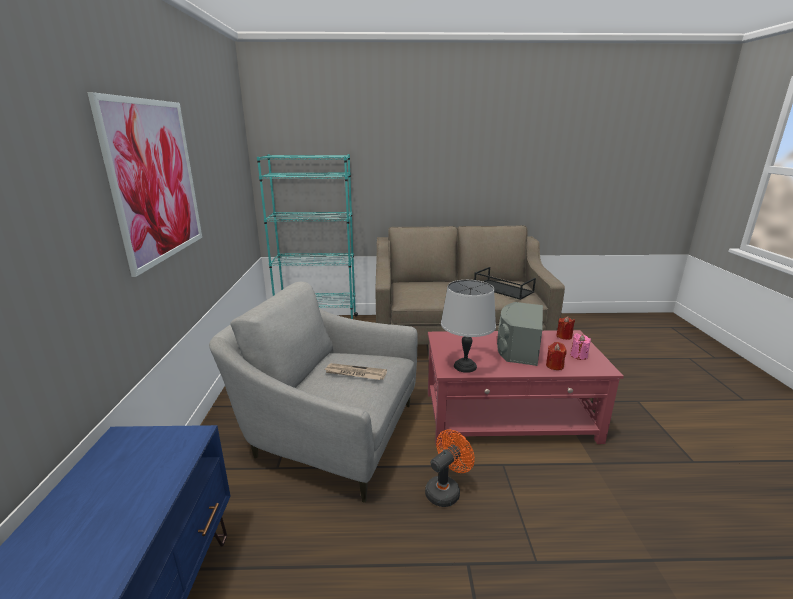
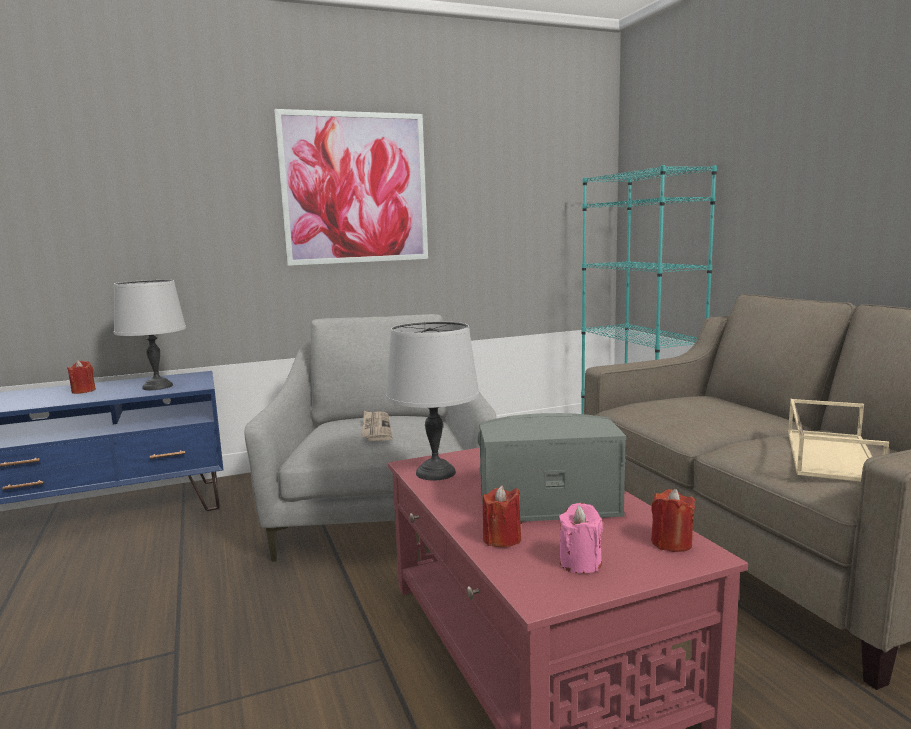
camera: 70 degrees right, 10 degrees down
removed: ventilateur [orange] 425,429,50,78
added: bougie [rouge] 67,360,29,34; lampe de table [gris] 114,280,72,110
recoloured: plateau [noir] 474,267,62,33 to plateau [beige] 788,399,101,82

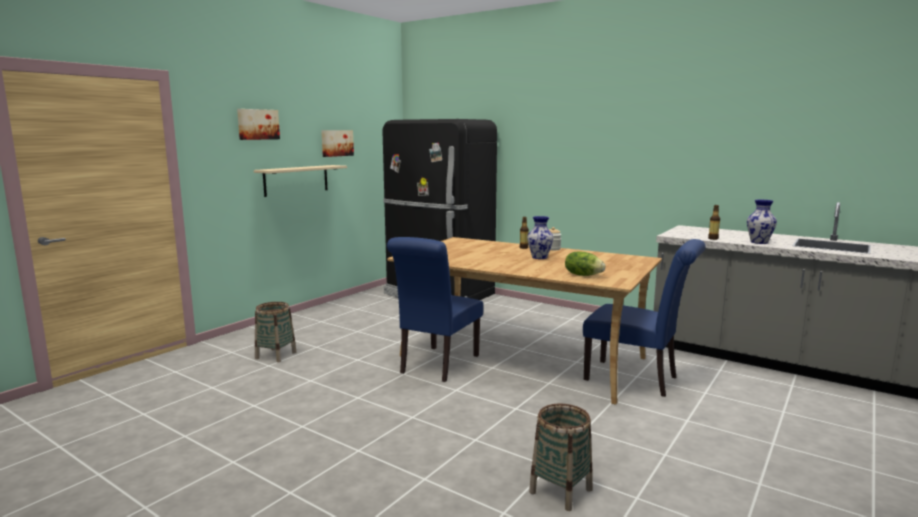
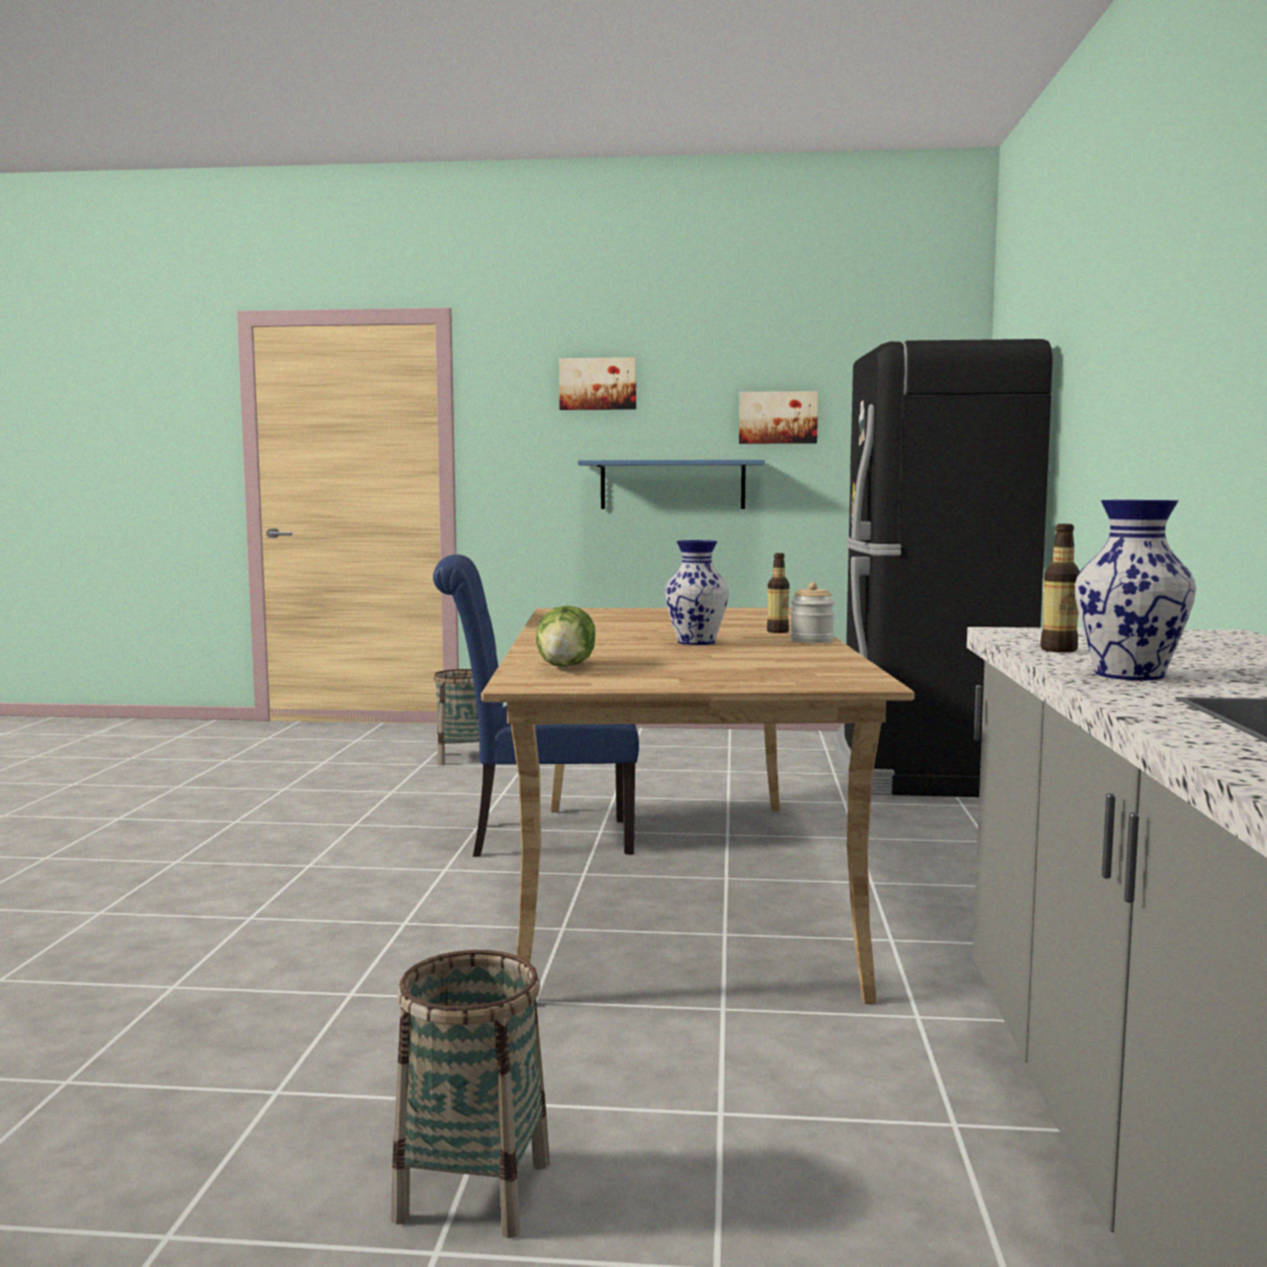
camera: 60 degrees right, 5 degrees down
removed: chaise [bleu] 583,239,123,158
moved: panier 529,404,63,107 to 391,950,159,288
recoloured: étagère [beige] 254,165,93,32 to étagère [bleu] 578,460,187,49

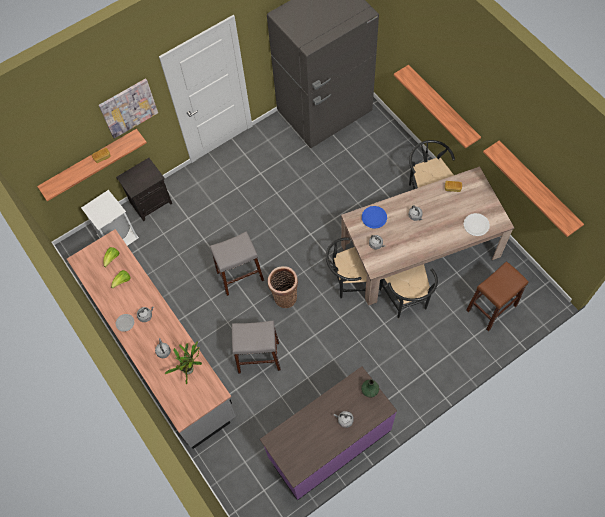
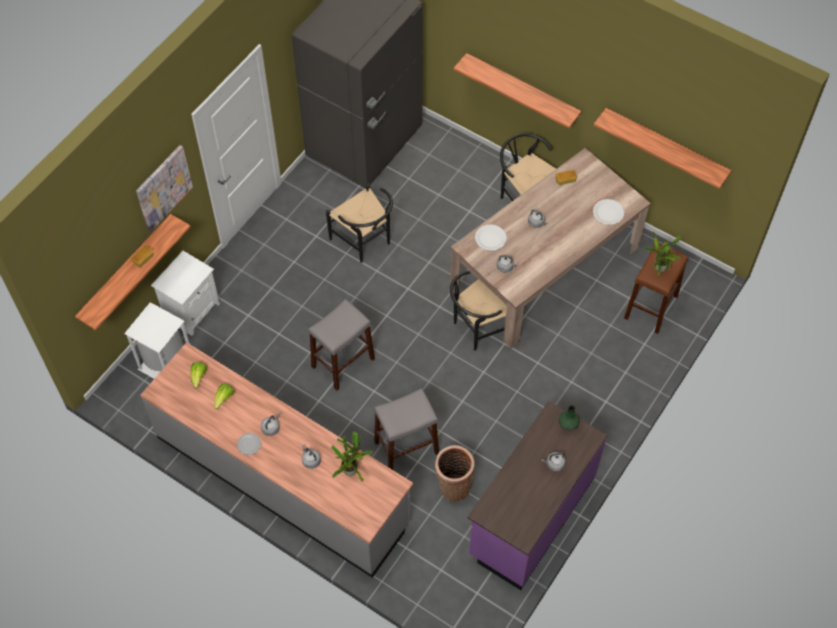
camera: 25 degrees left, 5 degrees down
added: plante en pot 644,232,37,45
moved: panier 268,266,30,42 to 435,445,40,57; chaise [noir] 379,264,59,54 to 326,184,67,79
recoloured: table de chevet [noir] 116,158,56,63 to table de chevet [blanc] 151,251,69,85; assiette [bleu] 362,206,25,23 to assiette [blanc] 475,224,32,27

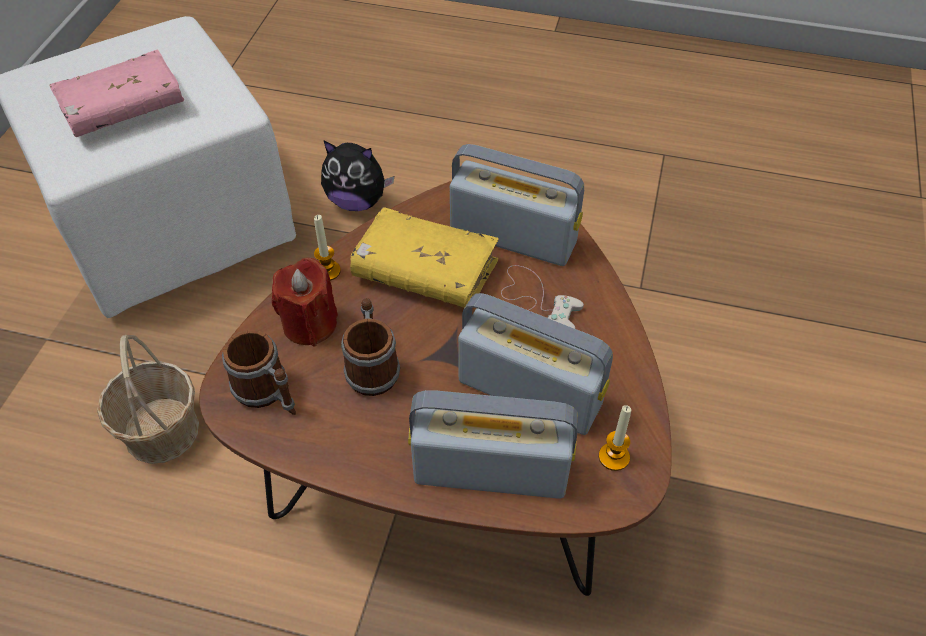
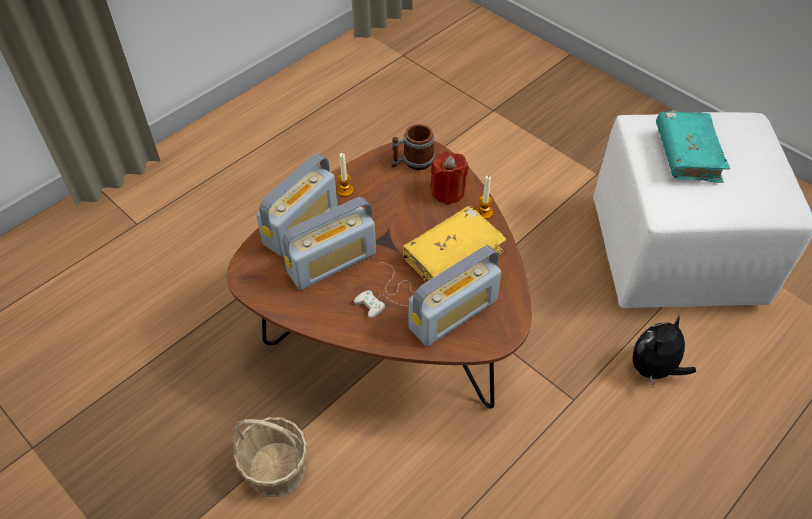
camera: 120 degrees right, 0 degrees up
removed: mug 341,298,59,98
moved: panier 97,335,102,129 to 233,417,75,80; bougie 599,405,32,66 to 337,153,17,44
recoloured: livre [rose] 49,50,135,87 to livre [turquoise] 656,111,74,72

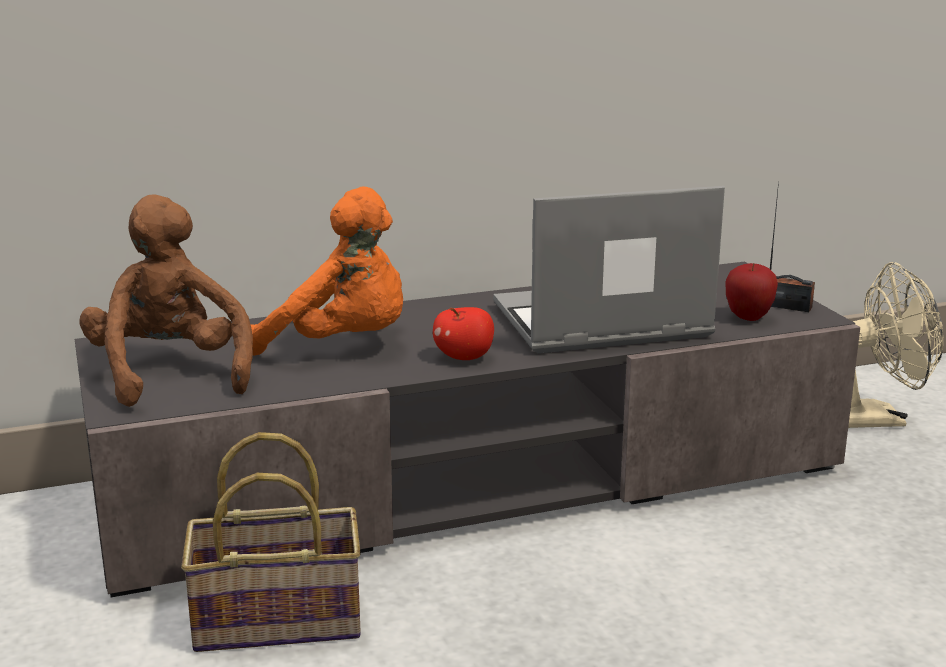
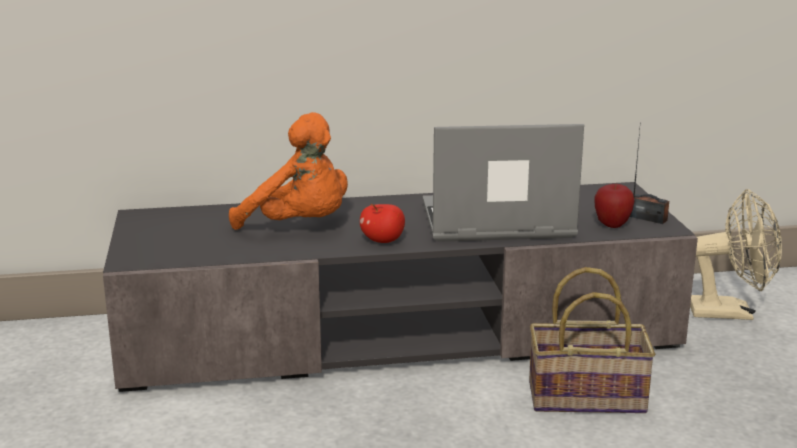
camera: 10 degrees right, 0 degrees up
removed: peluche [marron] 79,194,174,213
moved: panier 181,432,180,220 to 529,267,126,146

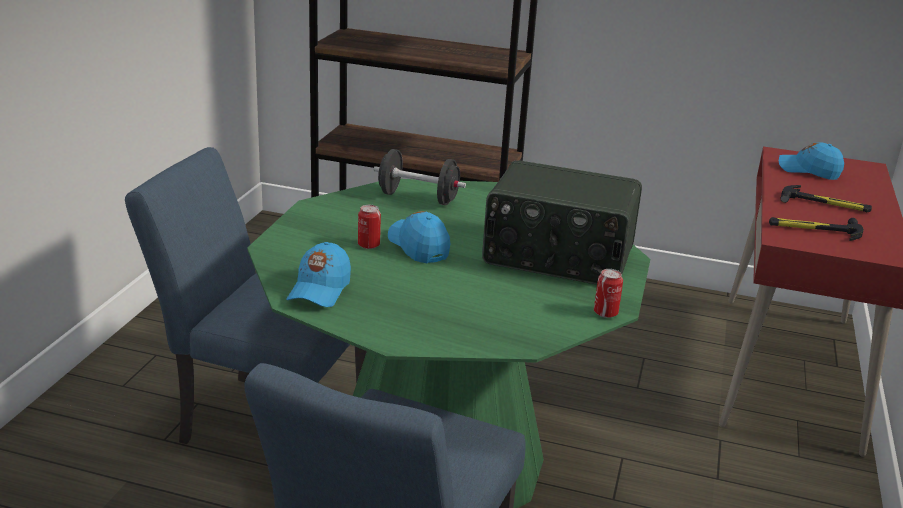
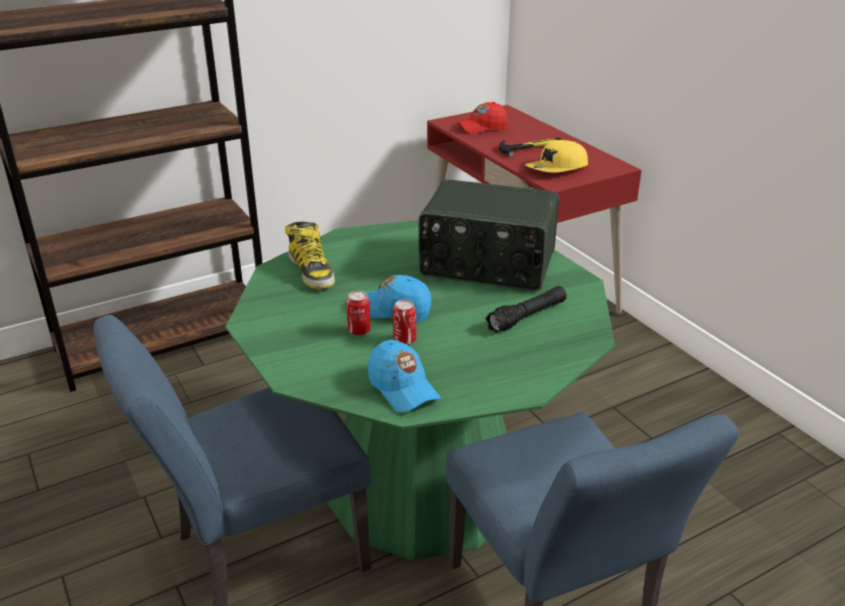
camera: 45 degrees left, 5 degrees up
added: lampe de poche [noir] 485,286,82,47
moved: boîte métallique 594,269,29,49 to 393,300,23,45
replaced: haltère [noir] 374,149,92,56 to botte 285,222,50,67; marteau 769,217,95,24 to casquette [jaune] 525,140,63,32
recoloured: casquette [bleu] 779,142,65,38 to casquette [rouge] 458,102,49,32
turned: radio 482,160,160,125 = 418,179,141,112 45 degrees clockwise

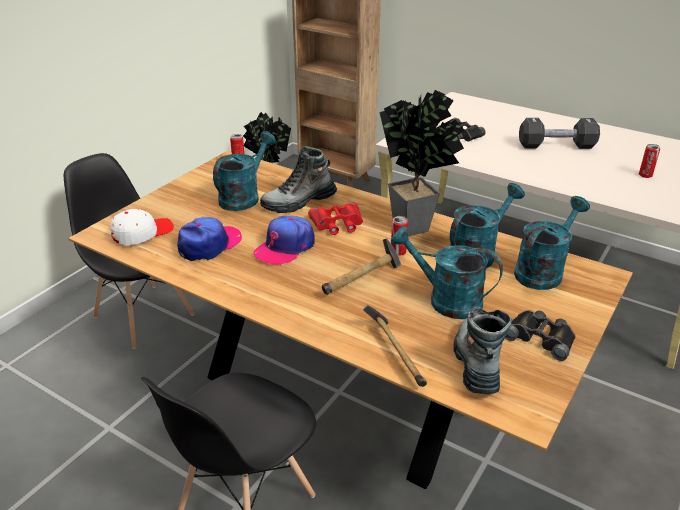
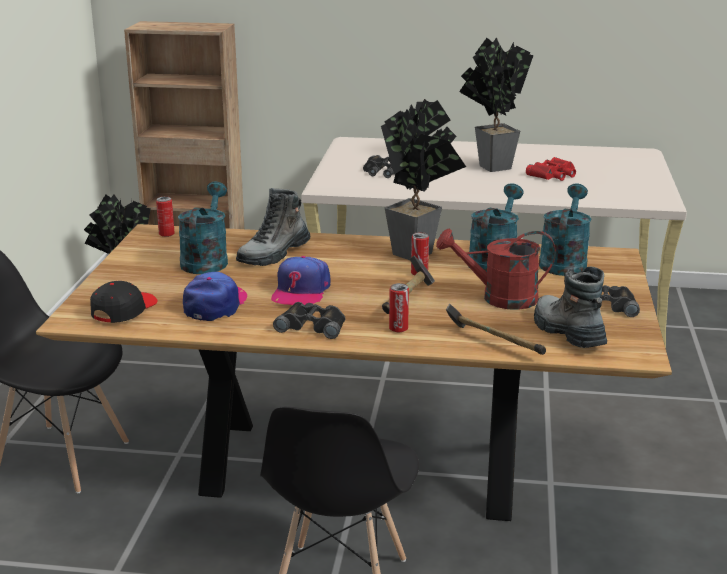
camera: 25 degrees left, 10 degrees down
added: jumelles [noir] 273,302,73,37
moved: jumelles [rouge] 308,202,55,33 to 526,157,50,24; boîte métallique 639,144,21,34 to 389,283,20,49
replaced: haltère [noir] 519,118,81,31 to plante en pot 459,38,75,134
recoloured: casquette [blanc] 110,209,64,36 to casquette [noir] 90,281,68,42; arrosoir [turquoise] 391,226,112,93 to arrosoir [rouge] 436,228,120,82

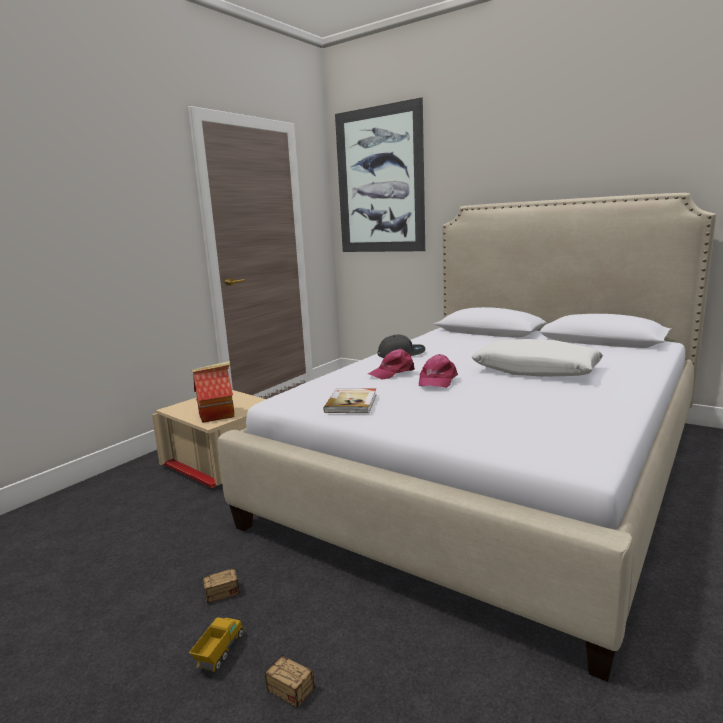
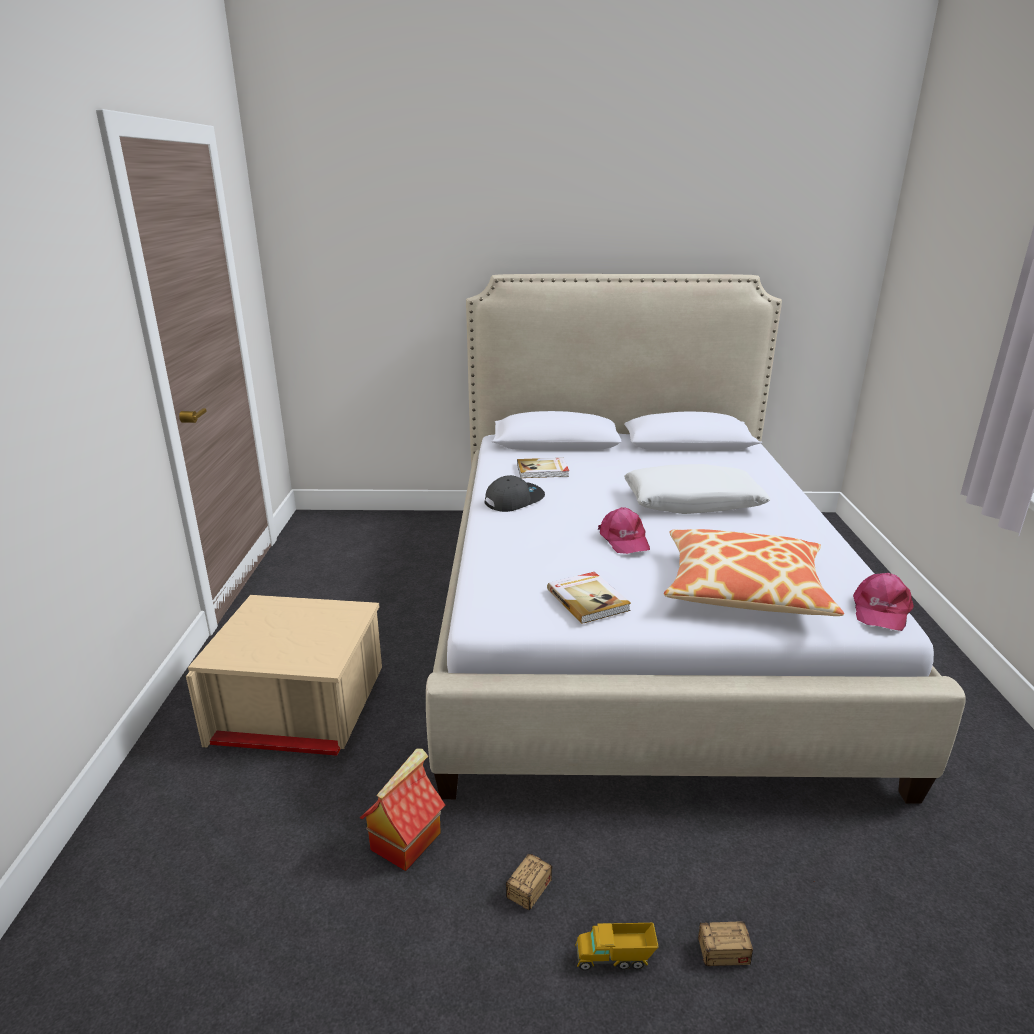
camera: 35 degrees left, 10 degrees up
removed: tableau 335,97,90,155
added: livre 517,458,52,20; coussin 664,529,180,87
moved: maison miniature 191,361,43,62 to 360,749,85,122; casquette [rose] 368,349,47,31 to 853,573,61,58
turned: camion jouet 189,617,55,55 = 575,923,83,48 75 degrees counterclockwise

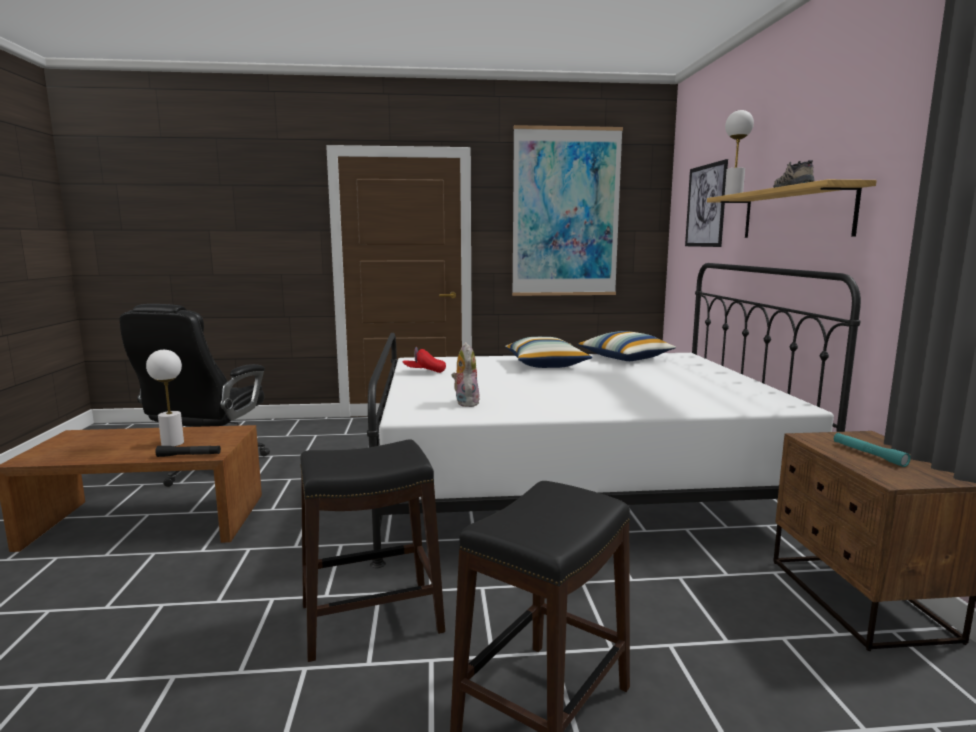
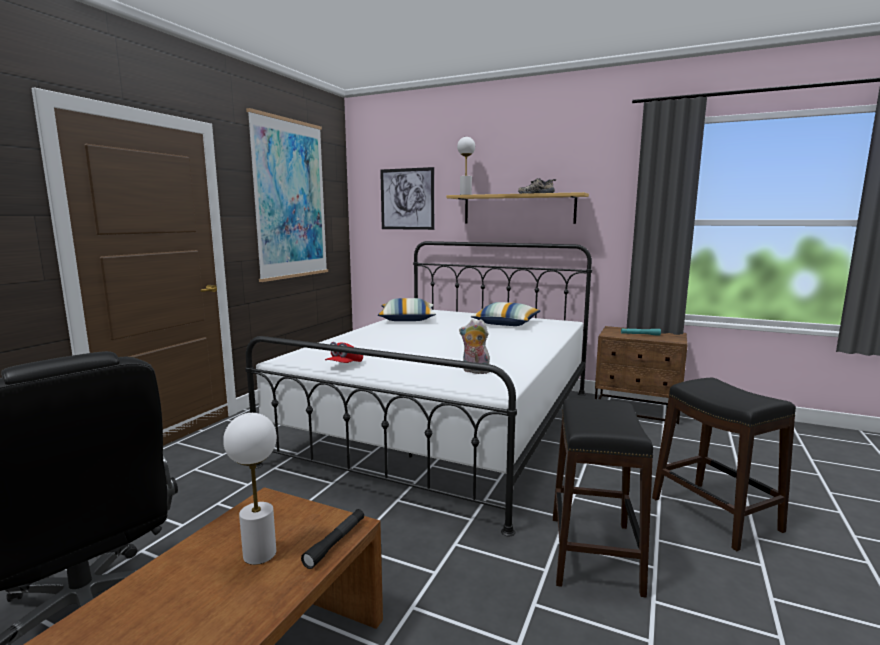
camera: 60 degrees left, 0 degrees up
moved: coussin 505,337,87,31 to 471,302,69,24

